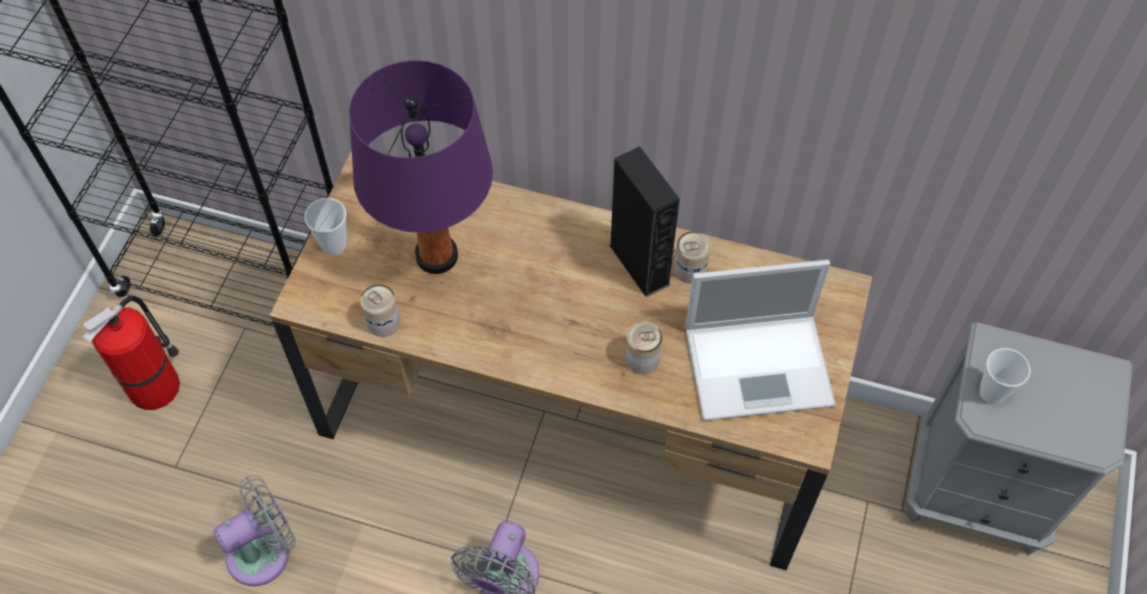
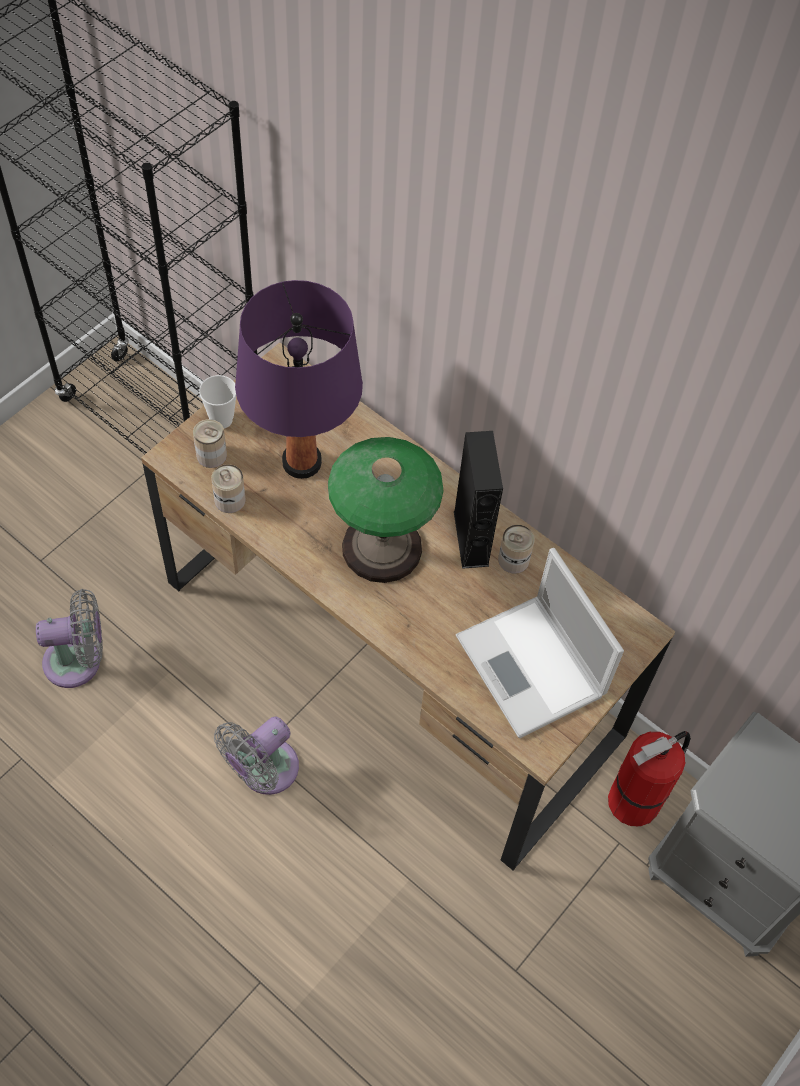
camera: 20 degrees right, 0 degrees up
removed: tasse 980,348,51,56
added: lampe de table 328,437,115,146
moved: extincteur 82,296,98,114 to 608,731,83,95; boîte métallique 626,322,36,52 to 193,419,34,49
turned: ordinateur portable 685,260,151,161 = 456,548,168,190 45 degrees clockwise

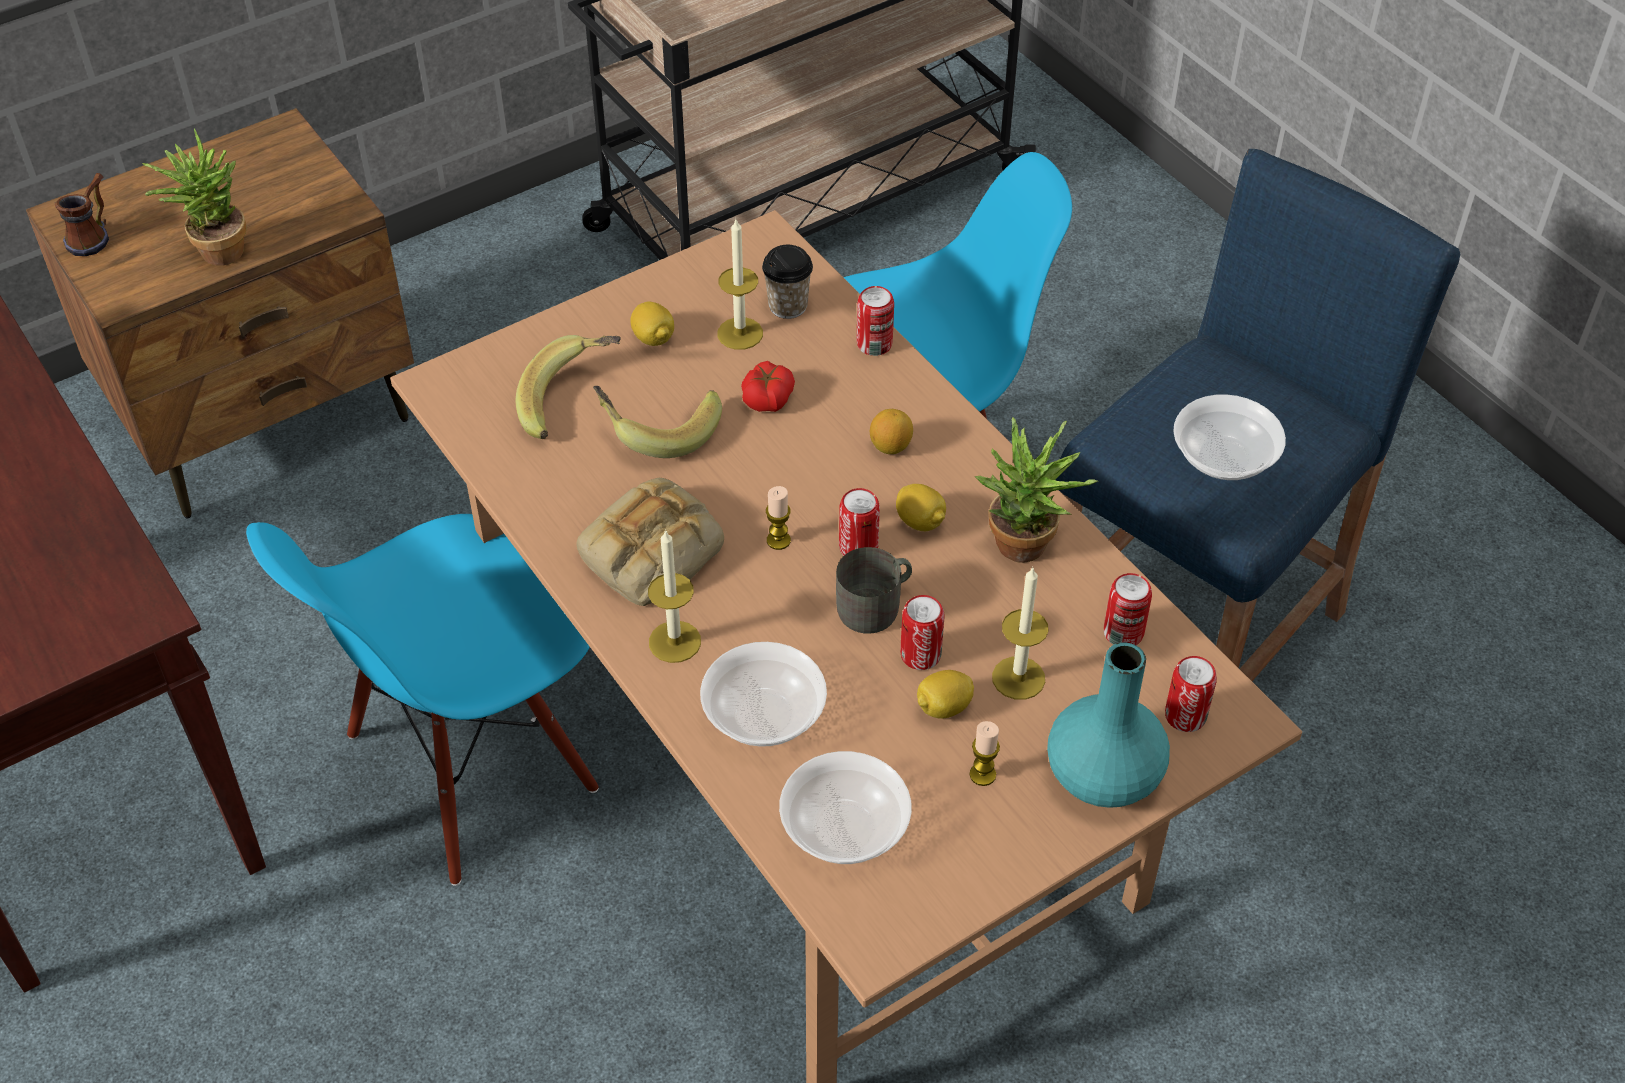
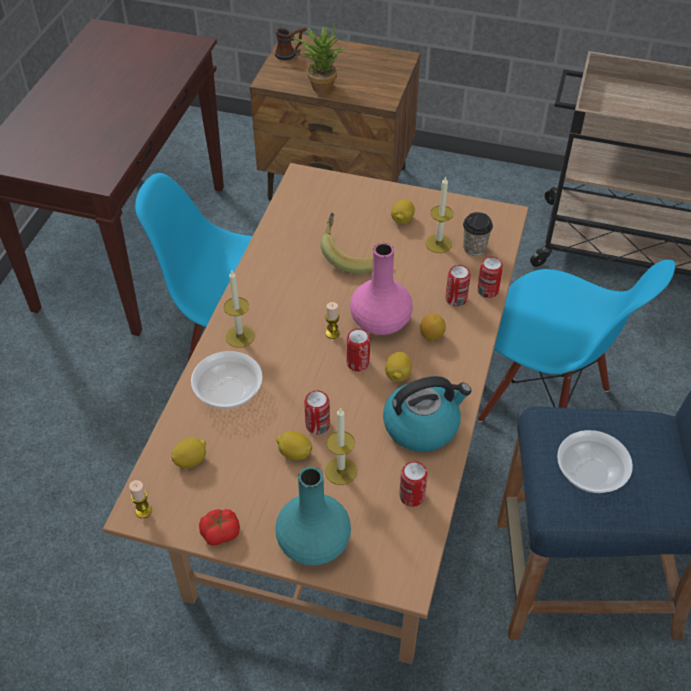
camera: 50 degrees right, 0 degrees up
removed: banane 516,335,105,104; pain 576,478,148,128; mug [gris] 836,547,76,87
added: vase [rose] 350,243,63,92
moved: tomate 741,361,54,51 to 199,509,41,36; bougie 970,721,30,65 to 129,480,23,38; boîte métallique 1165,656,52,76 to 446,265,24,42
replaced: bol 779,751,133,113 to citron 171,437,35,31; plante en pot 975,417,123,146 to bouilloire 383,376,88,76

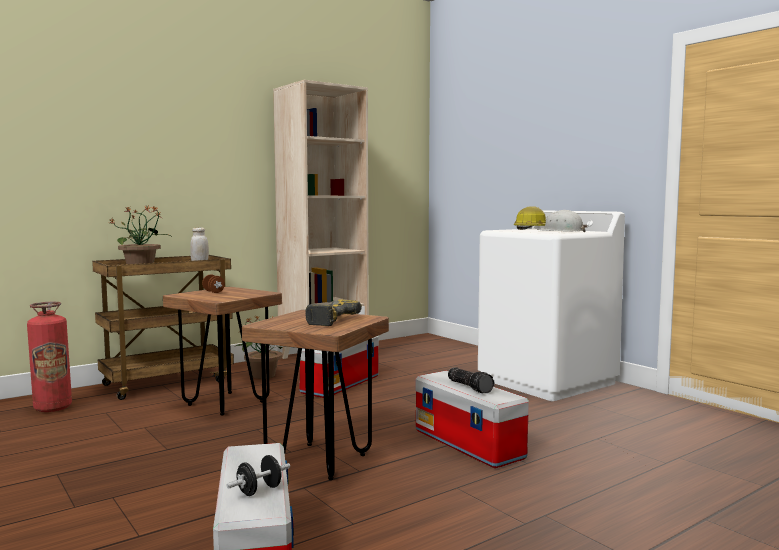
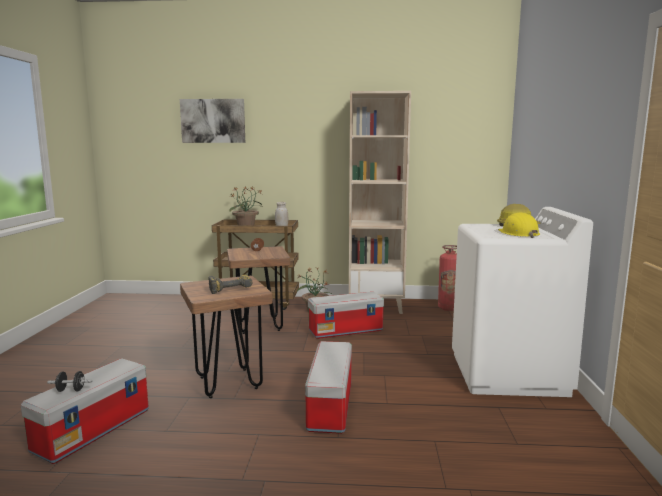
camera: 40 degrees right, 5 degrees up
removed: lampe de poche 448,368,47,25
added: tableau 180,99,65,44
moved: extincteur 27,302,45,110 to 438,245,19,66
recoloured: casque de chantier [blanc] 537,210,51,22 to casque de chantier [jaune] 498,213,42,25

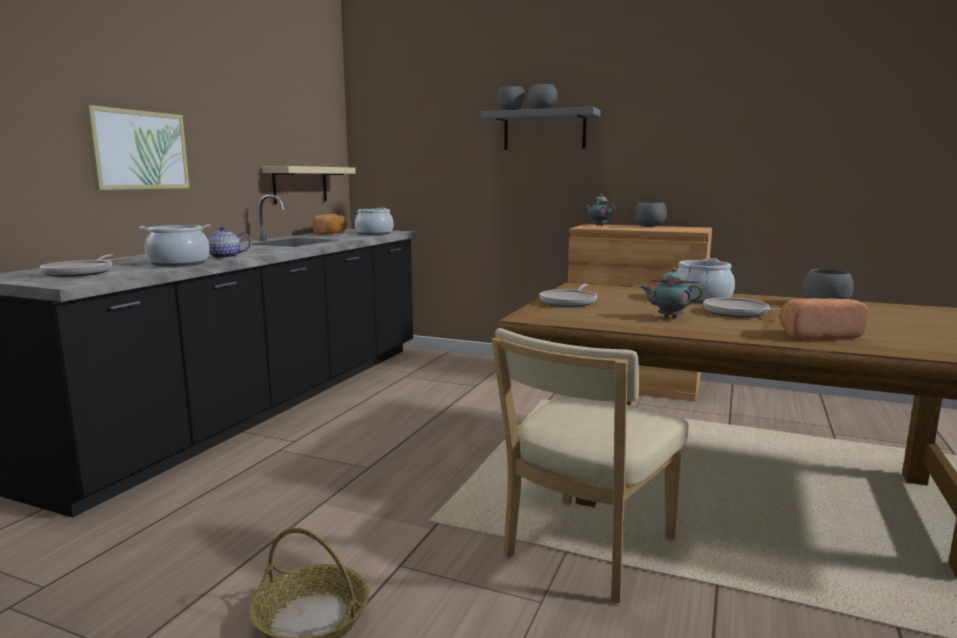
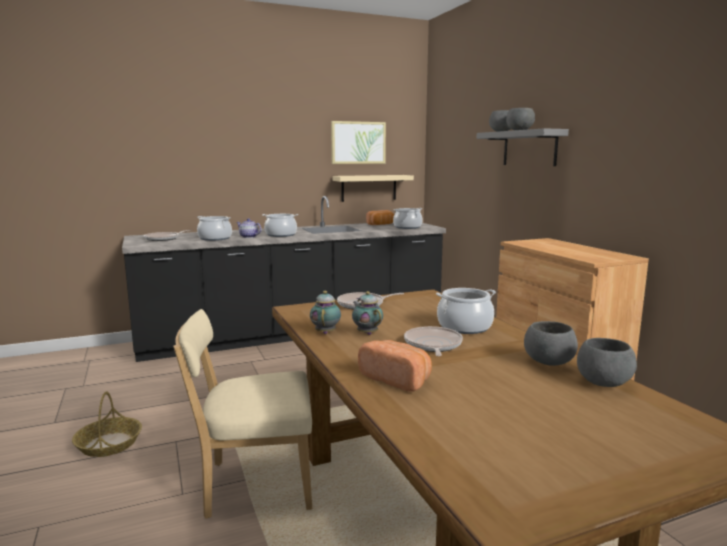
camera: 45 degrees right, 0 degrees up
added: marmite 263,214,35,23
moved: tableau 84,105,106,85 to 331,121,55,43; théière 585,194,31,32 to 310,291,31,43; bol [gris] 634,202,33,25 to 577,338,60,49

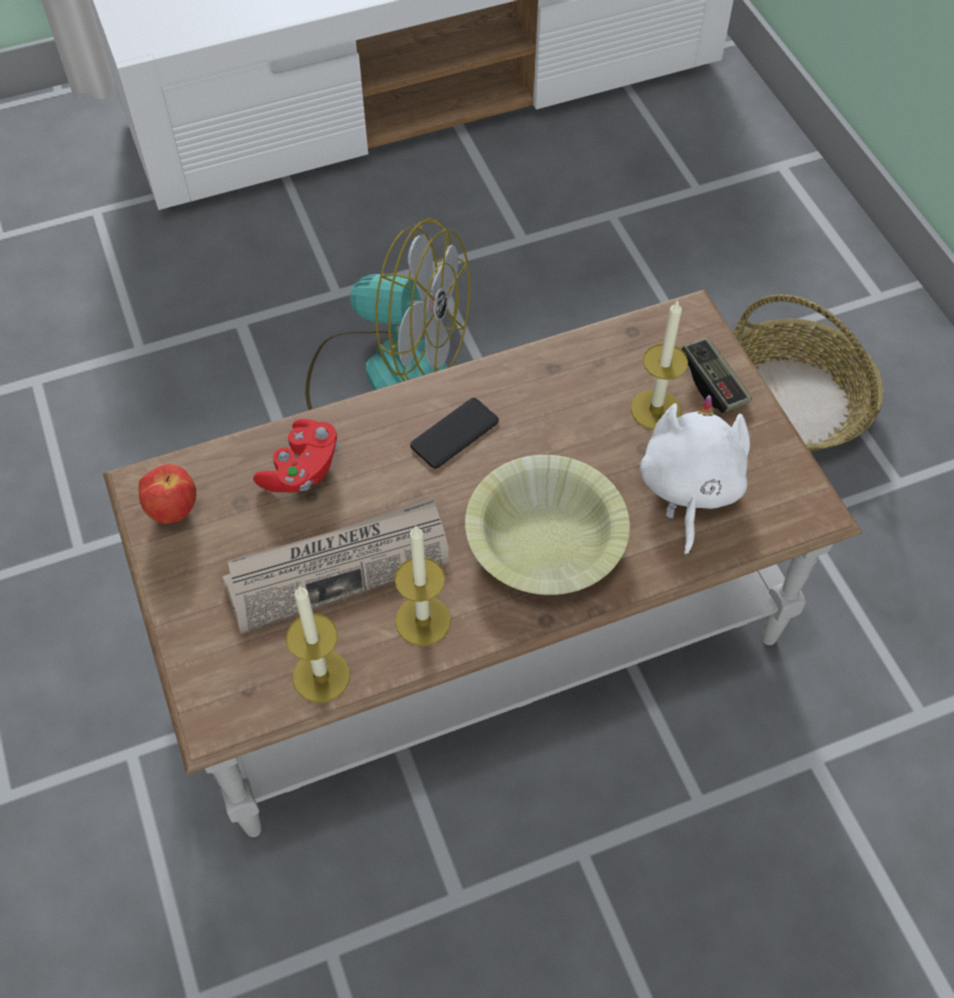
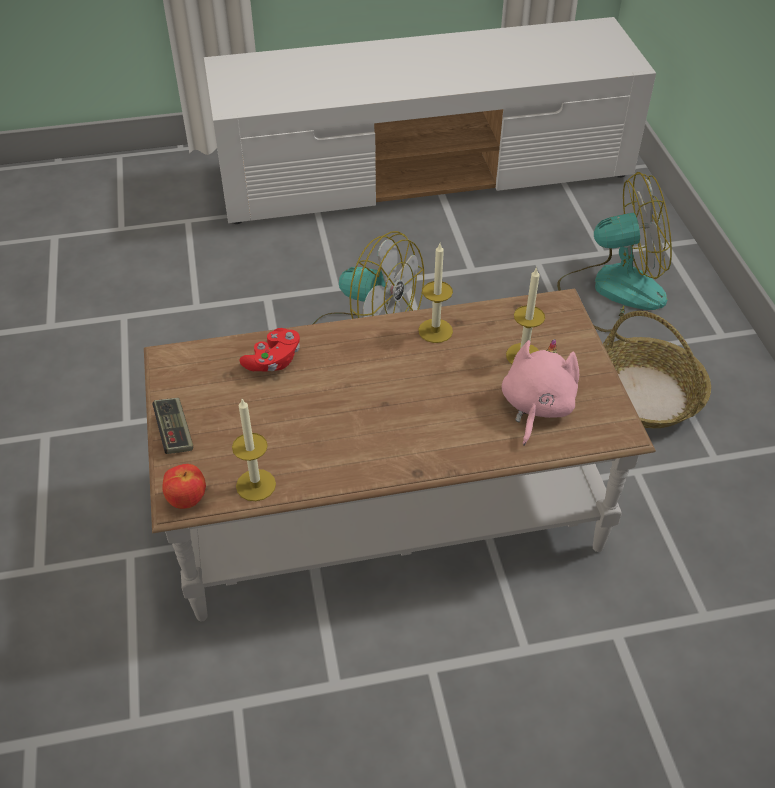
camera: 10 degrees right, 10 degrees down
removed: journal 222,497,228,137; téléphone 410,398,89,71; bol [jaune] 465,455,165,140
added: ventilateur 557,172,115,160
moved: pomme 139,464,57,60 to 162,464,44,45; bougie 395,526,56,120 to 418,244,35,99; manette 681,337,71,76 to 152,398,41,56
recoloured: peluche [blanc] 640,395,110,161 to peluche [rose] 502,339,77,107

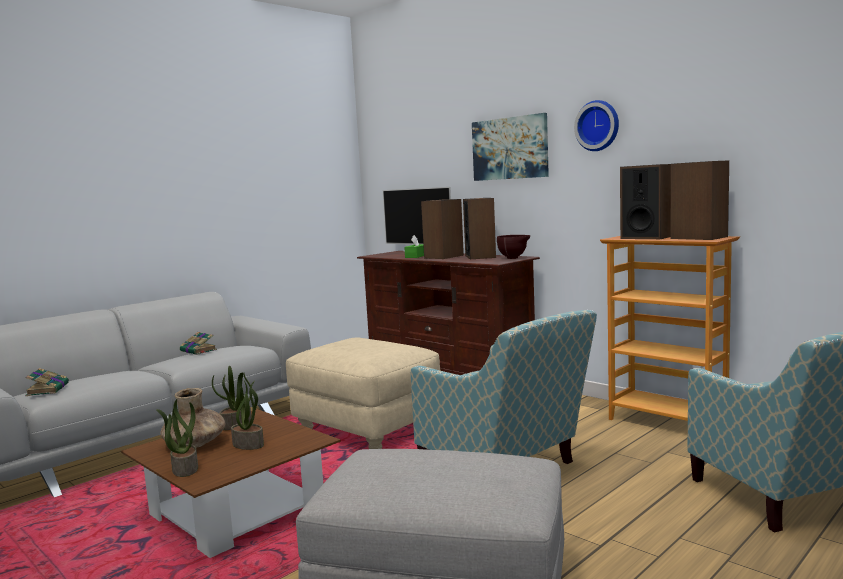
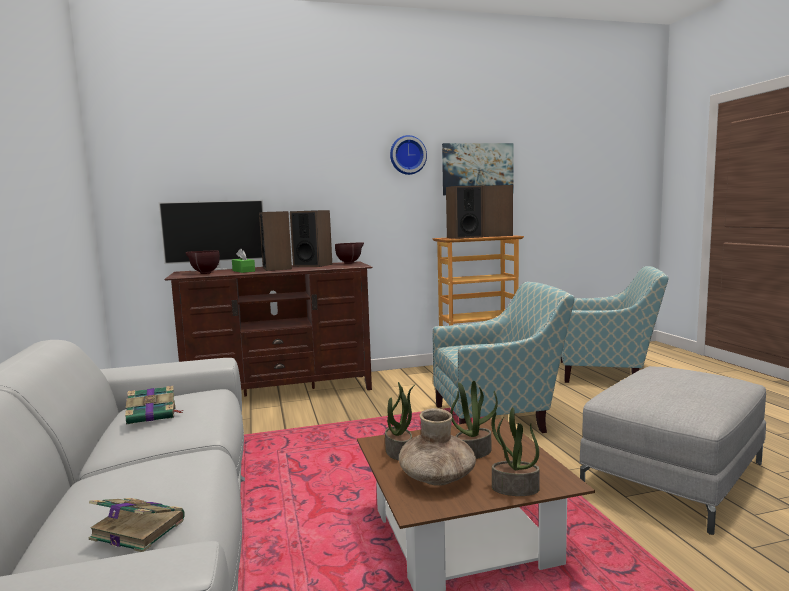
camera: 60 degrees left, 0 degrees up
removed: pouf [beige] 286,338,154,111
added: bol [marron] 186,251,34,23
moved: tableau 472,113,77,68 to 442,143,71,52

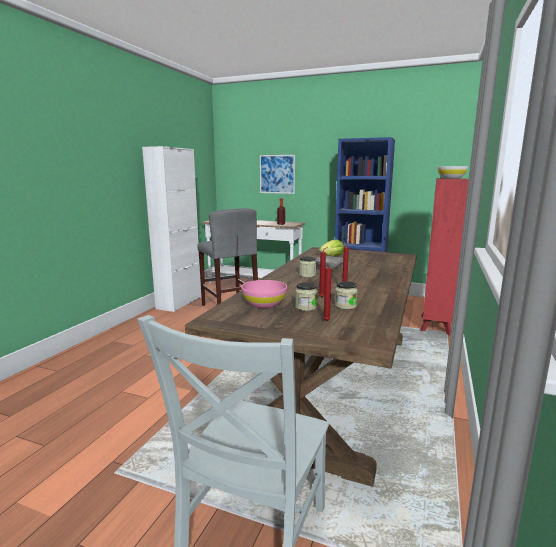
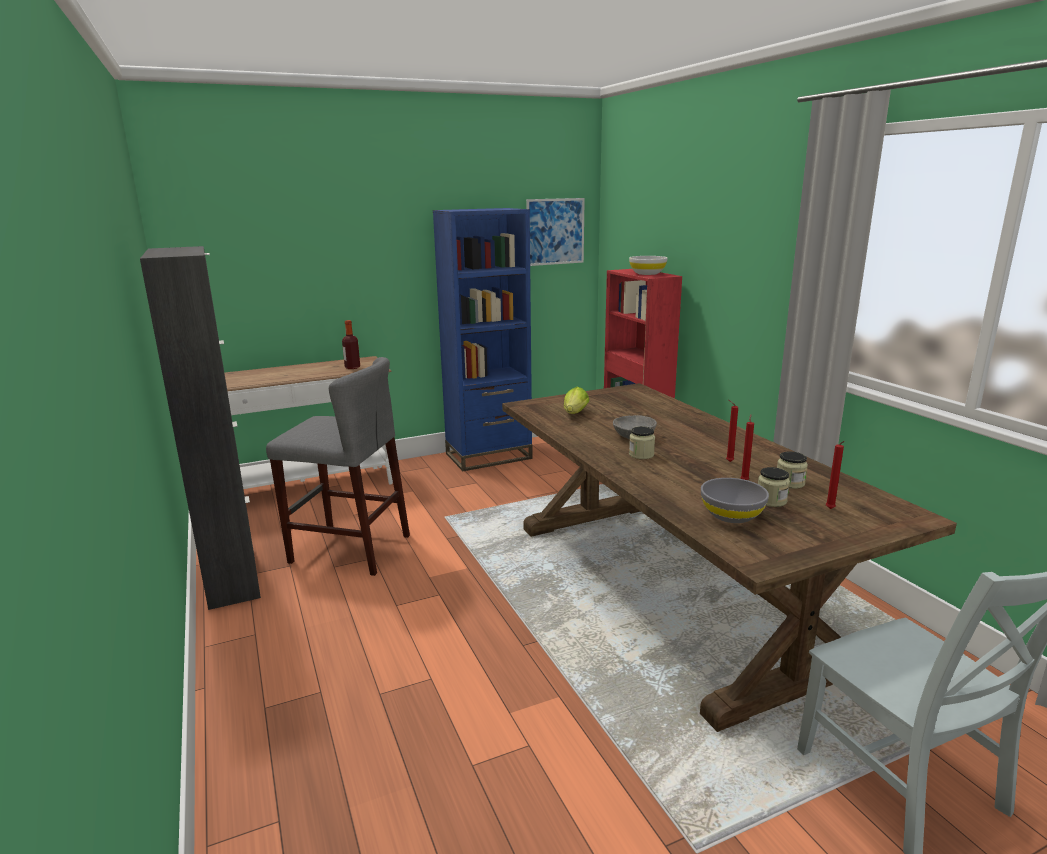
camera: 45 degrees left, 5 degrees up
moved: tableau 260,155,35,39 to 526,198,59,68
recoloured: meuble de rangement [blanc] 142,146,59,166 to meuble de rangement [noir] 140,246,121,364; bol [rose] 241,280,46,28 to bol [gris] 701,478,68,45

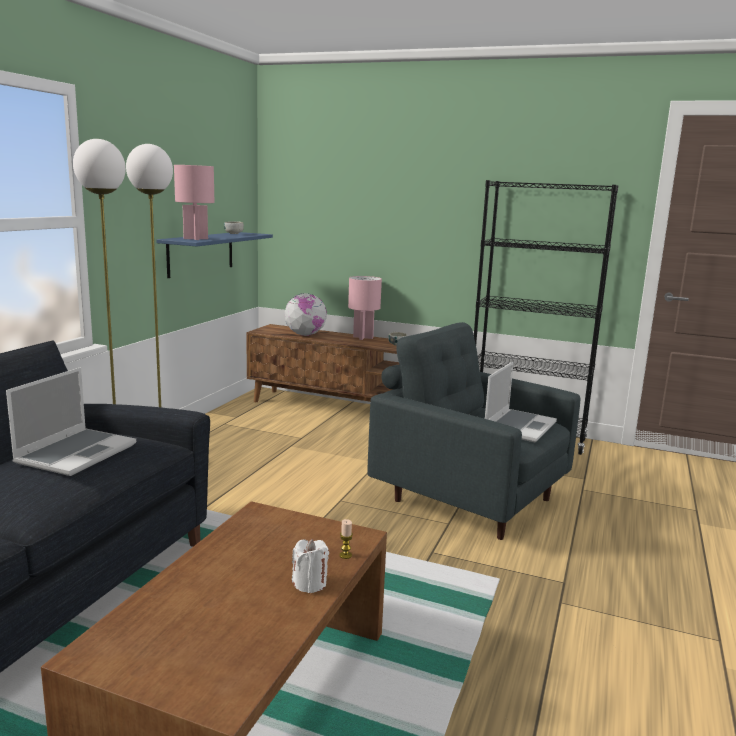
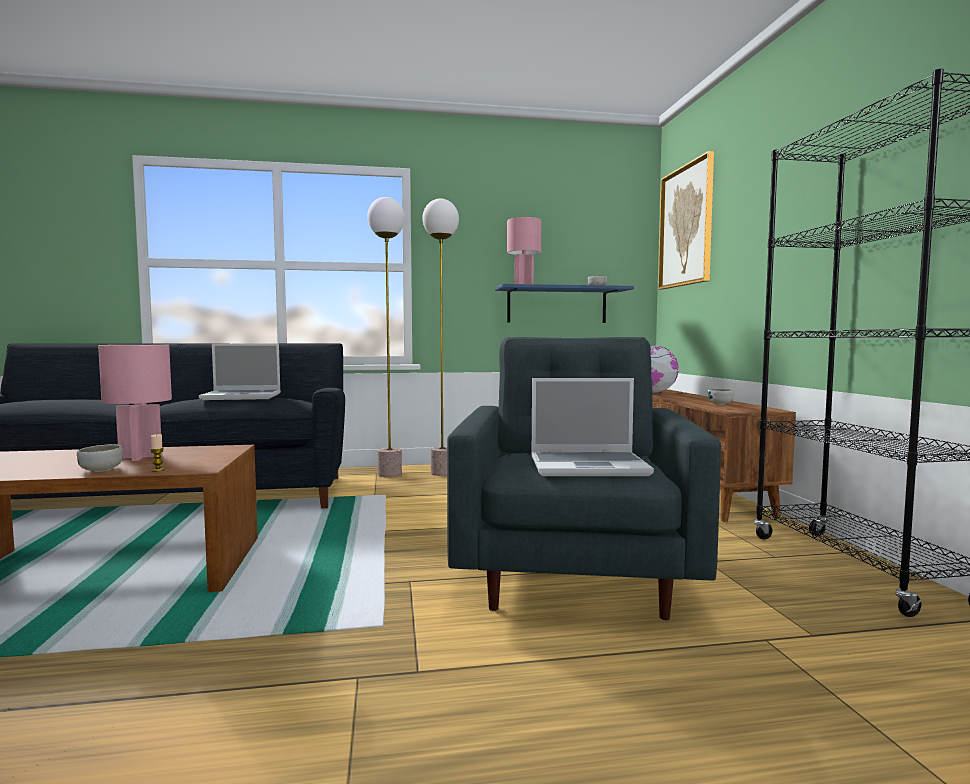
camera: 60 degrees right, 10 degrees down
added: tableau 658,151,56,139
moved: lampe de table [rose] 348,276,34,64 to 98,345,74,116
replaced: bougie [blanc] 292,539,37,54 to bol 77,444,46,28

